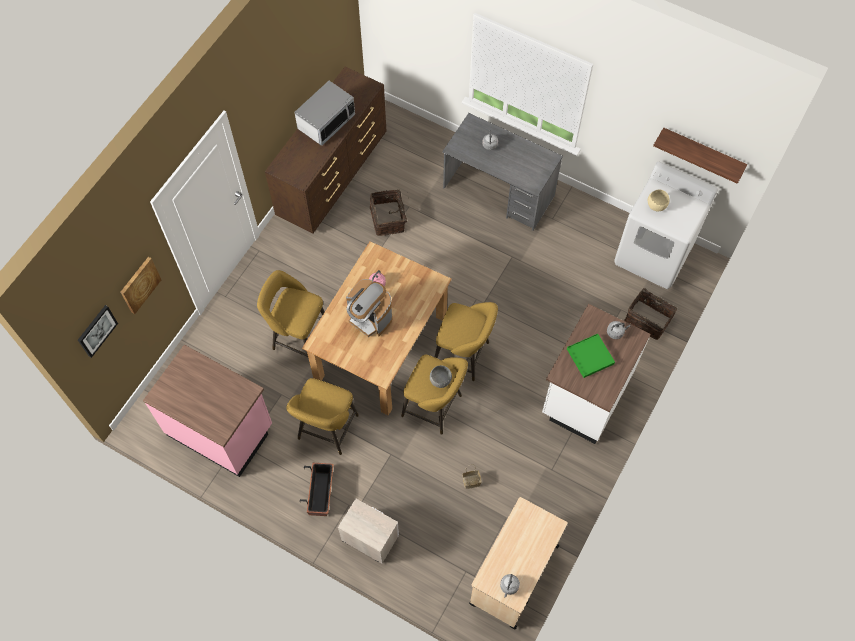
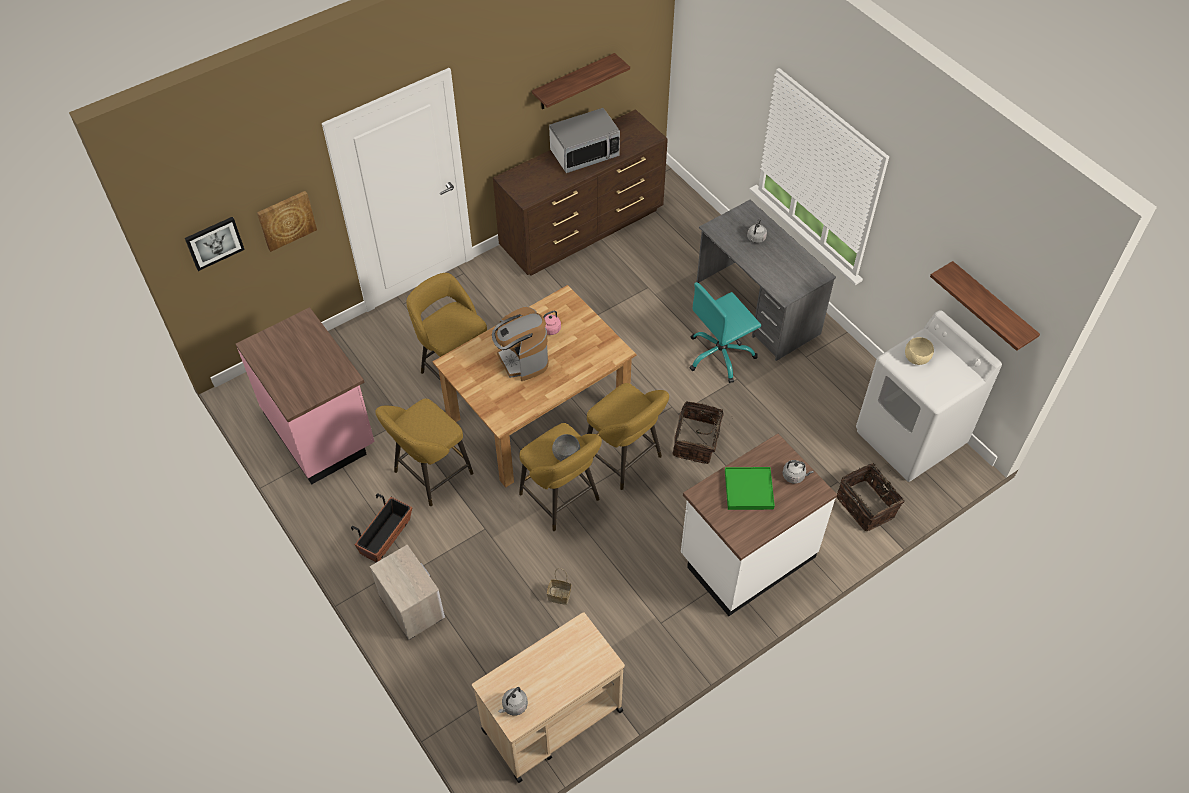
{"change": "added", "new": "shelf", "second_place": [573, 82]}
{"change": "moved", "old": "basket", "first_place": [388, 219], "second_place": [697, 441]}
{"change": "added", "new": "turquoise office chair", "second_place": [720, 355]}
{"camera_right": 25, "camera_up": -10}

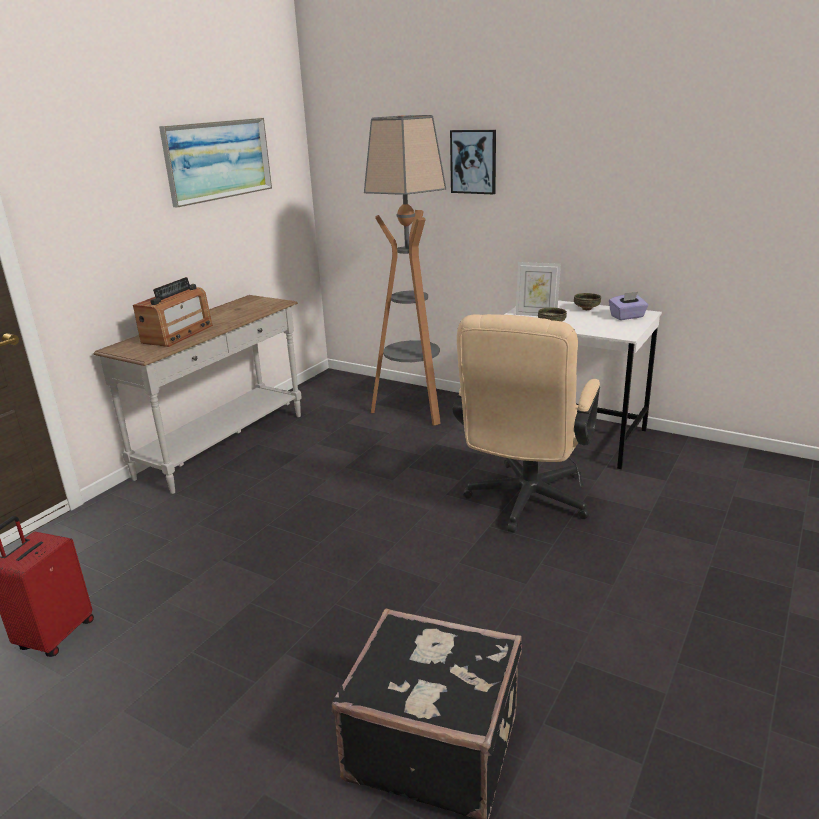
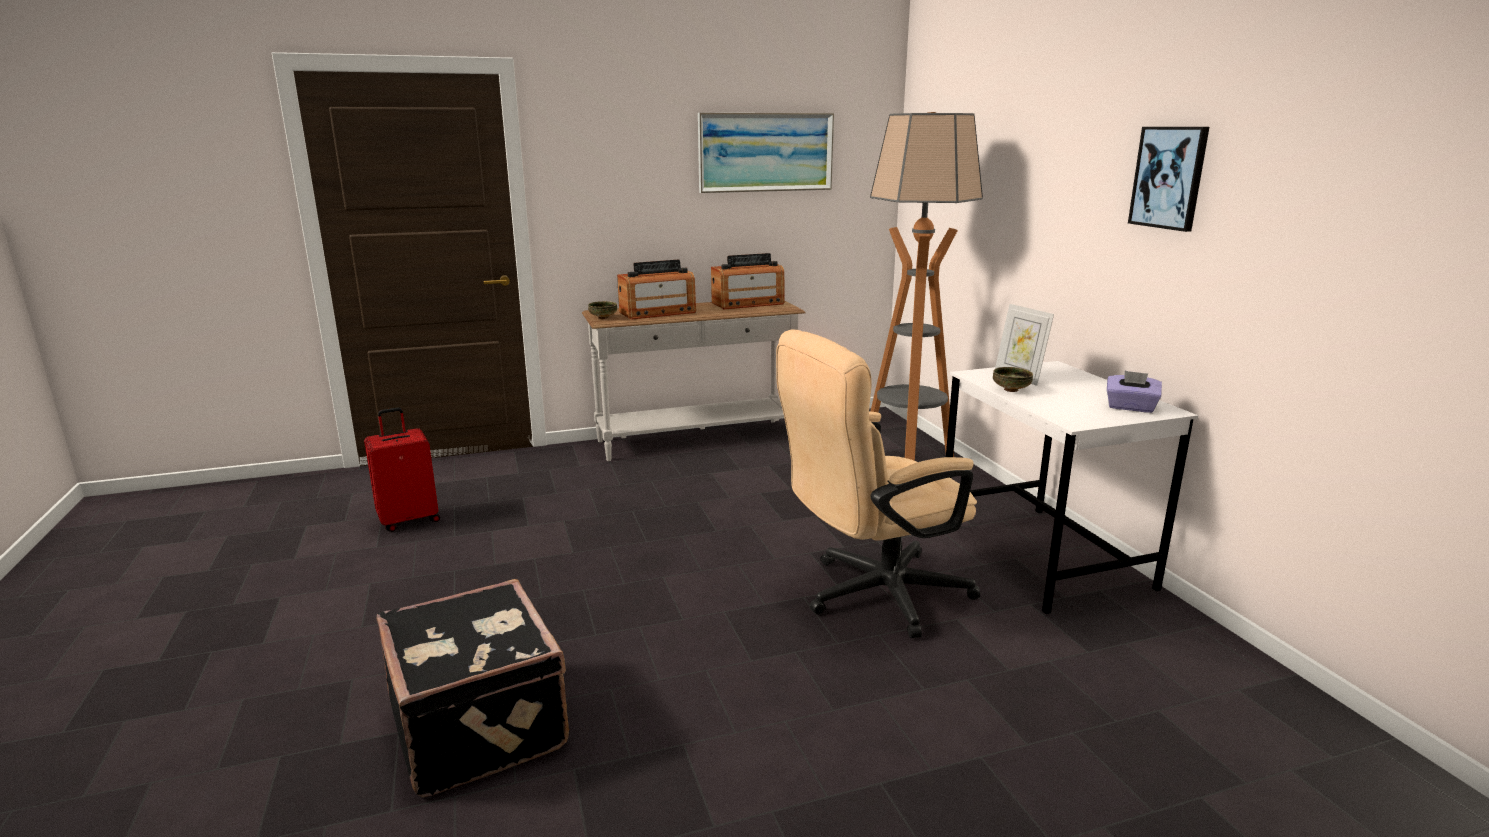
{"change": "moved", "old": "bowl", "first_place": [586, 309], "second_place": [602, 318]}
{"change": "added", "new": "radio", "second_place": [748, 303]}
{"change": "moved", "old": "picture", "first_place": [473, 161], "second_place": [1169, 177]}
{"camera_right": 40, "camera_up": -5}

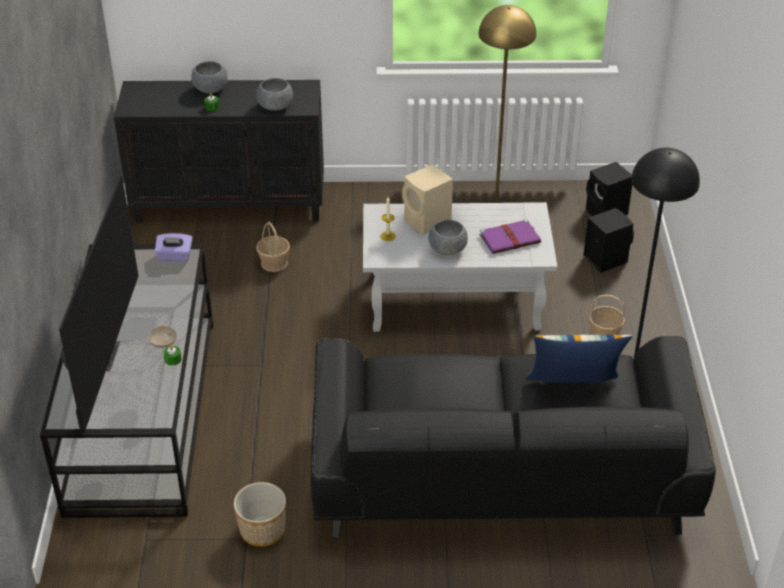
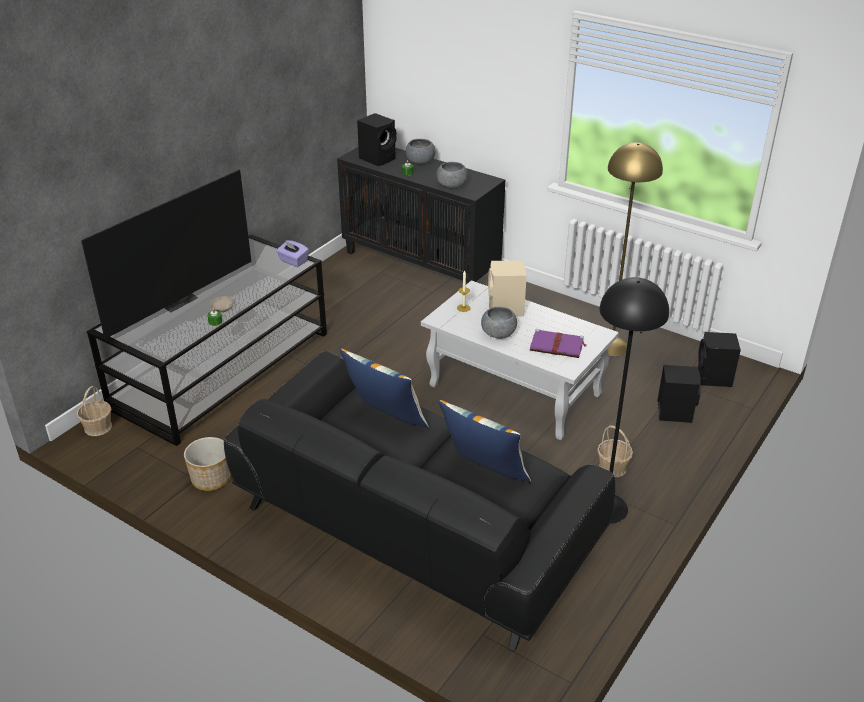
{"change": "moved", "old": "basket", "first_place": [274, 263], "second_place": [98, 427]}
{"change": "added", "new": "pillow", "second_place": [386, 419]}
{"change": "added", "new": "black speaker", "second_place": [378, 158]}
{"camera_right": 35, "camera_up": -5}

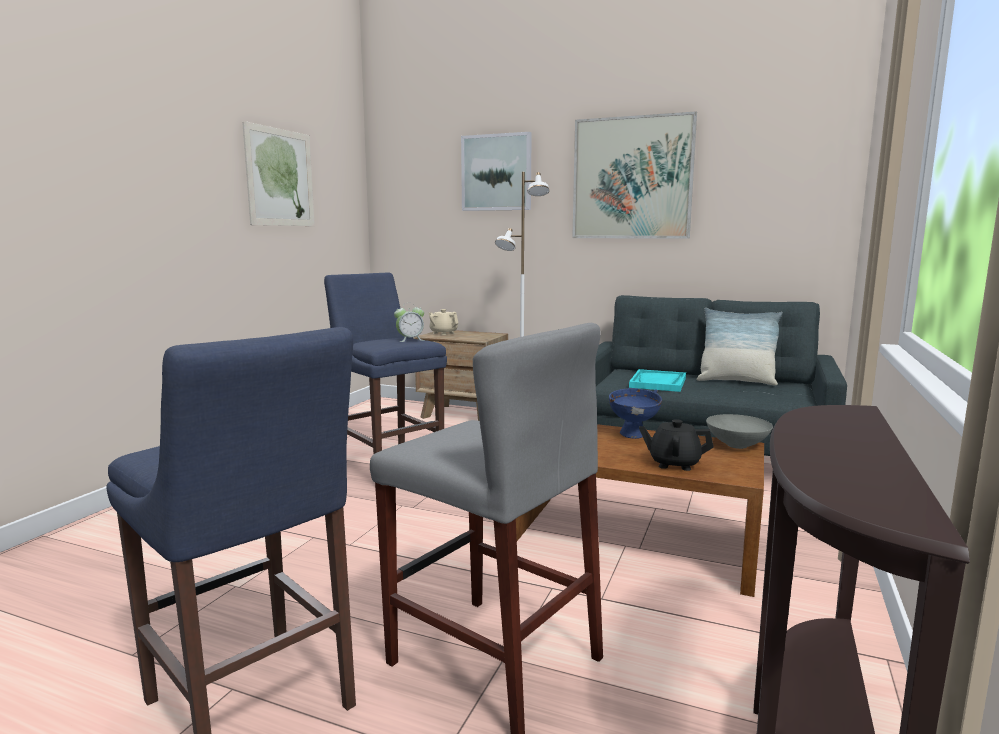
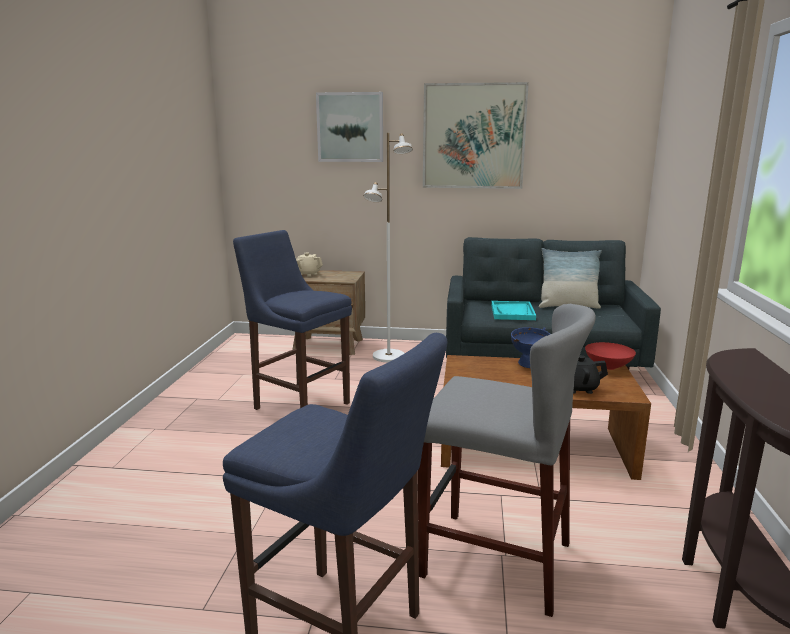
{"change": "recoloured", "old": "grey bowl", "new": "red bowl", "first_place": [736, 445], "second_place": [607, 366]}
{"change": "removed", "old": "picture", "first_place": [280, 177]}
{"change": "removed", "old": "alarm clock", "first_place": [410, 340]}
{"camera_right": -15, "camera_up": 5}

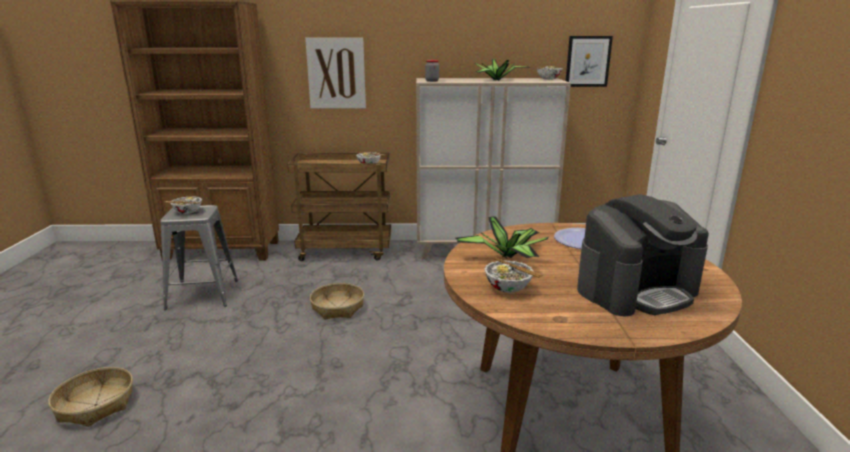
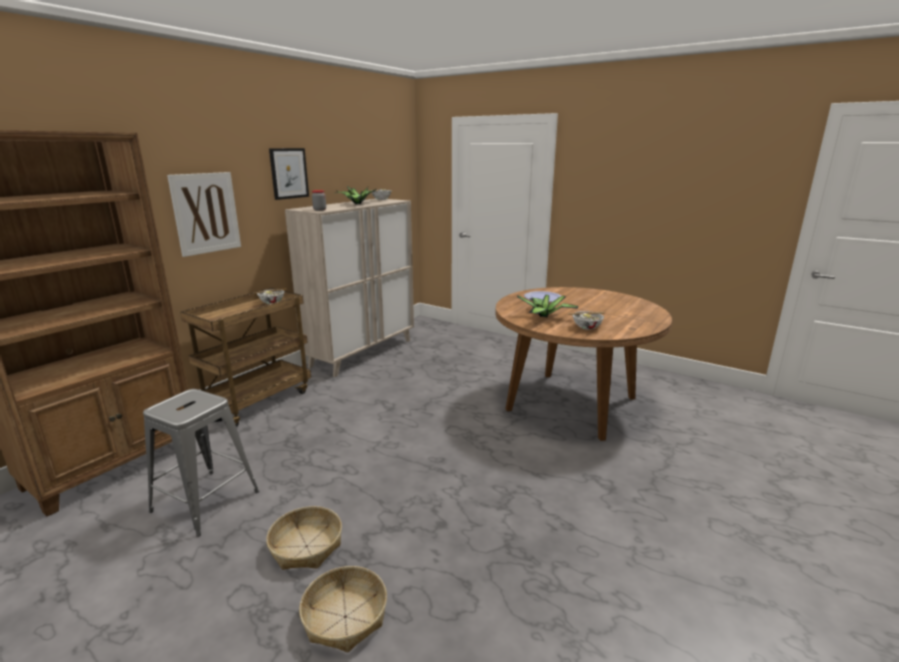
{"change": "moved", "old": "basket", "first_place": [338, 308], "second_place": [306, 546]}
{"change": "moved", "old": "picture", "first_place": [588, 61], "second_place": [289, 173]}
{"change": "removed", "old": "bowl", "first_place": [187, 212]}
{"change": "removed", "old": "coffee machine", "first_place": [636, 290]}
{"camera_right": -55, "camera_up": 0}

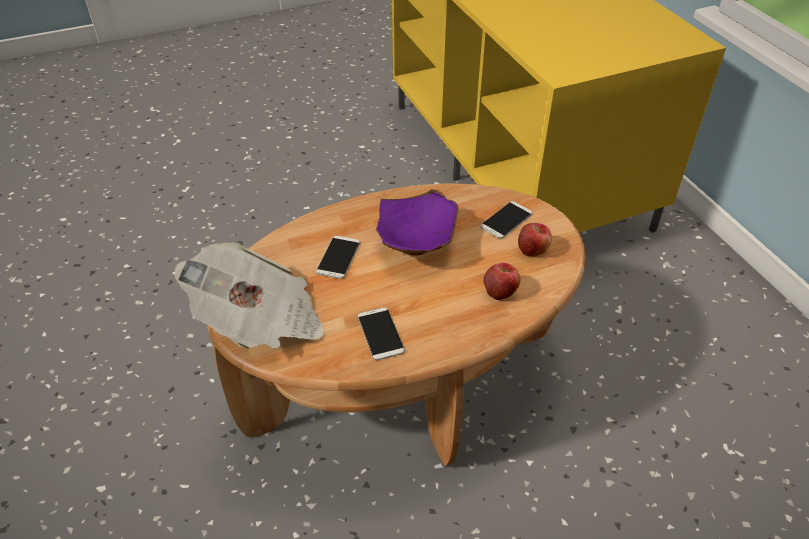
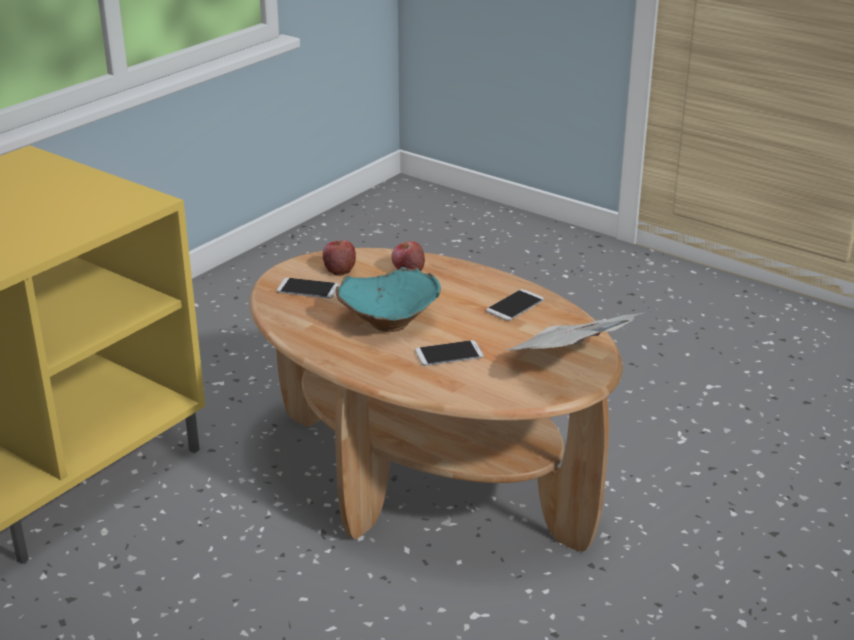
{"change": "recoloured", "old": "purple bowl", "new": "turquoise bowl", "first_place": [417, 245], "second_place": [388, 321]}
{"camera_right": -120, "camera_up": -15}

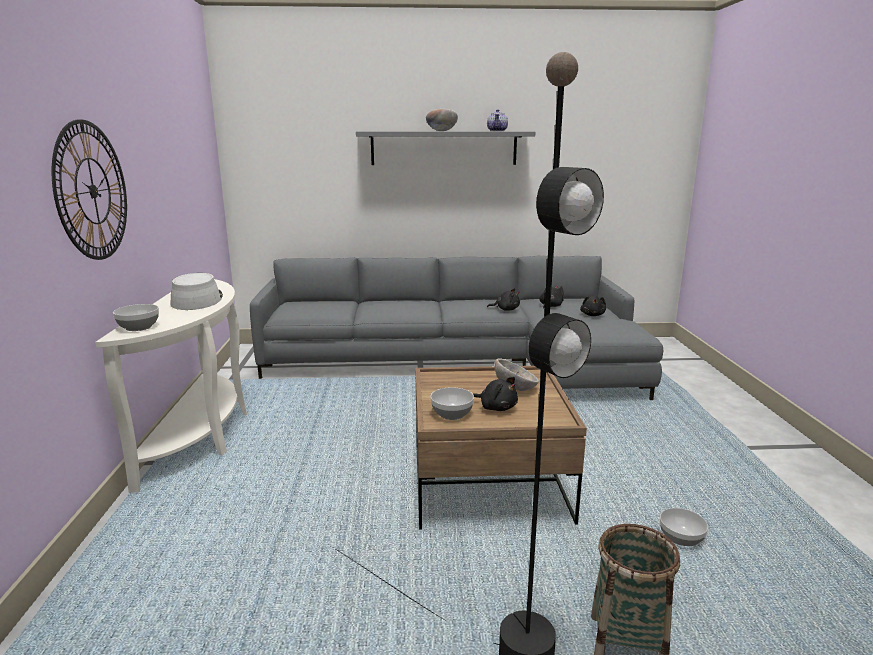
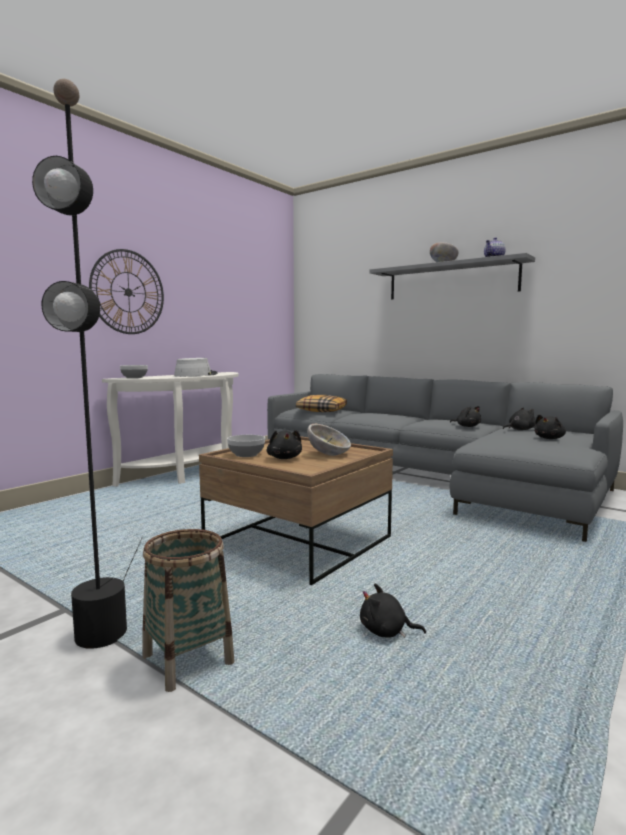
{"change": "added", "new": "pillow", "second_place": [321, 410]}
{"change": "replaced", "old": "bowl", "new": "black plush toy", "first_place": [681, 538], "second_place": [386, 632]}
{"camera_right": 40, "camera_up": -10}

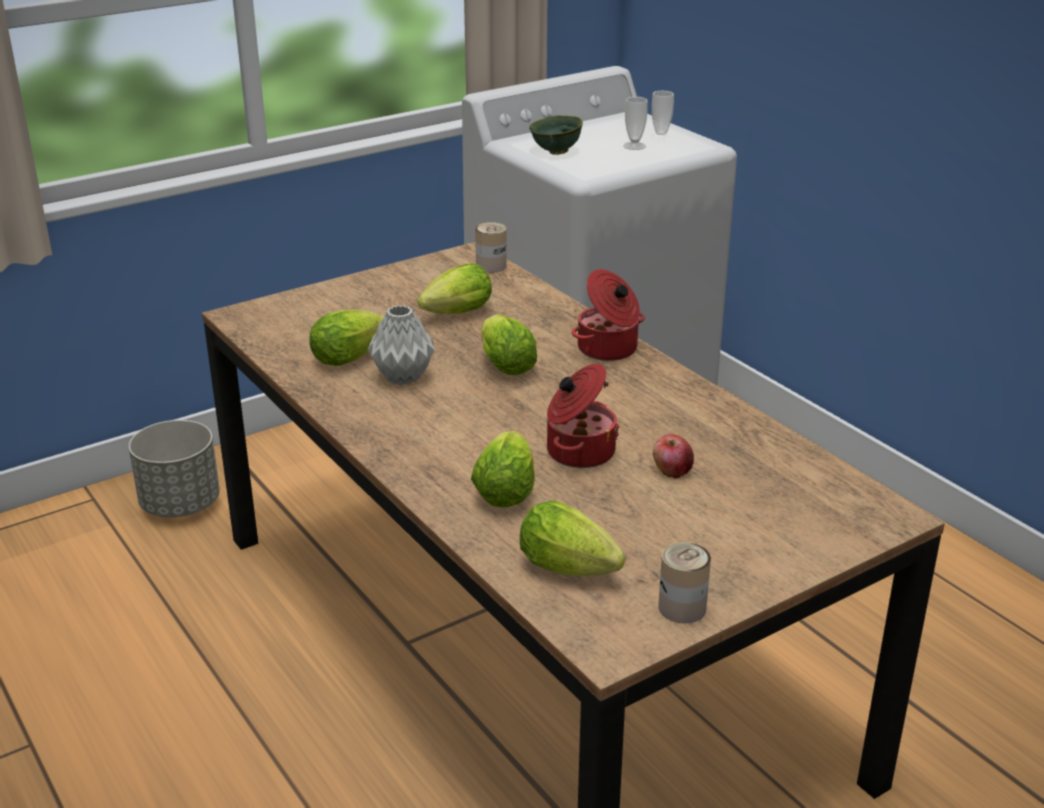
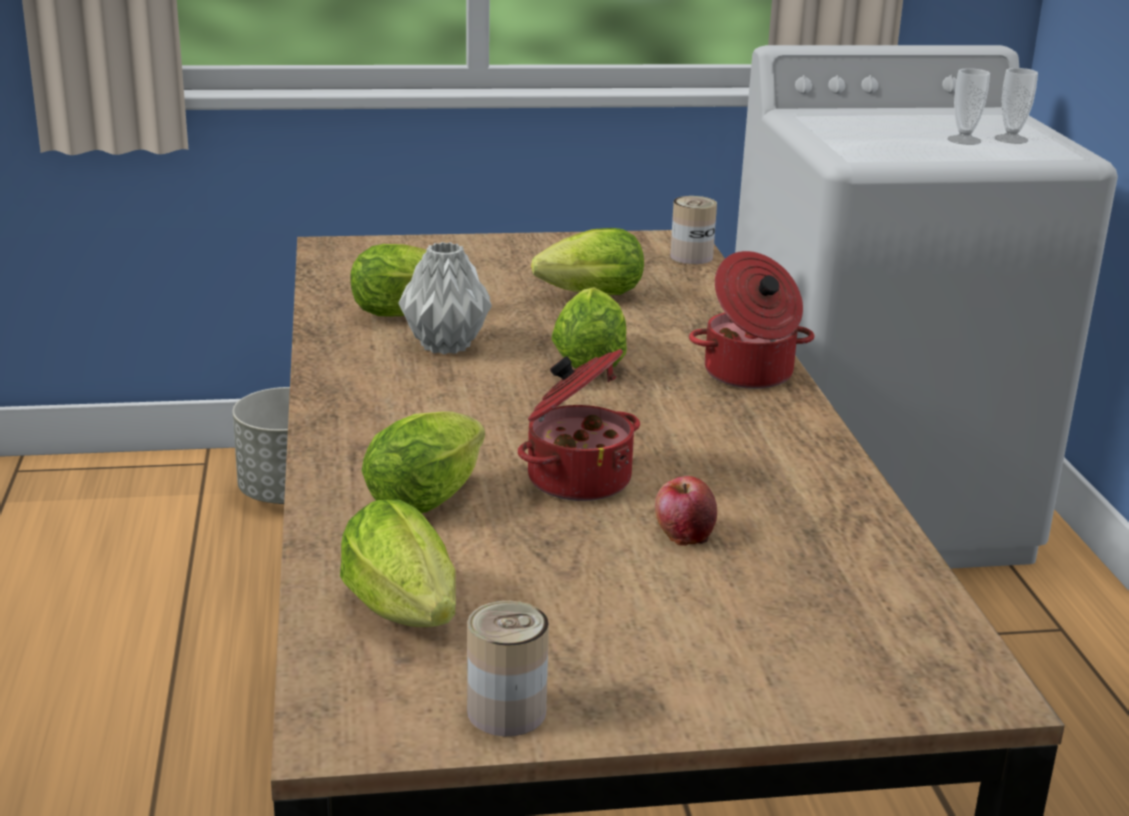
{"change": "removed", "old": "green bowl", "first_place": [557, 152]}
{"camera_right": 25, "camera_up": -5}

